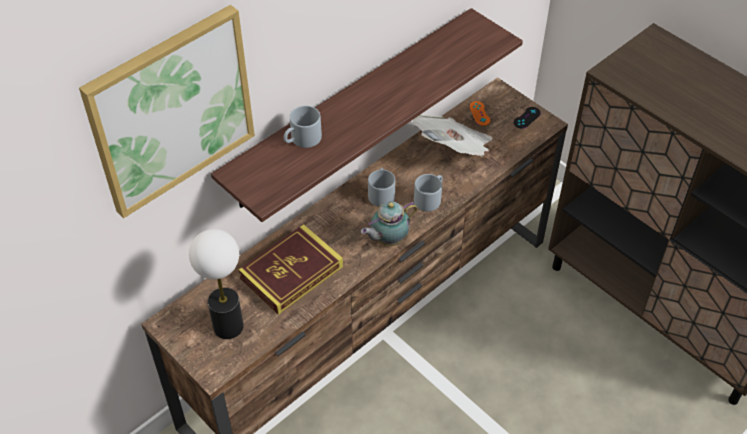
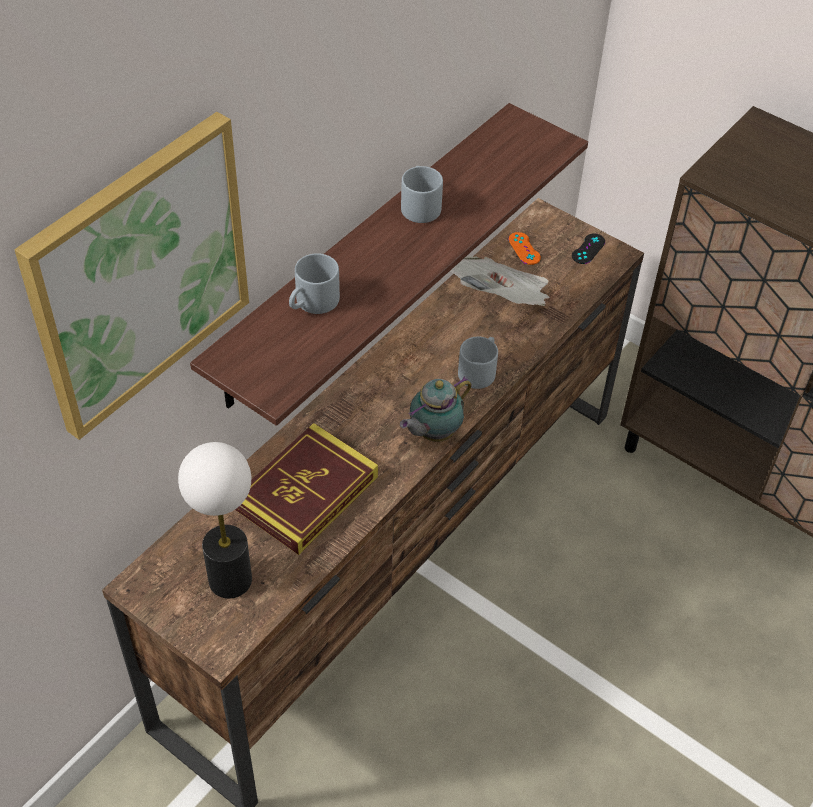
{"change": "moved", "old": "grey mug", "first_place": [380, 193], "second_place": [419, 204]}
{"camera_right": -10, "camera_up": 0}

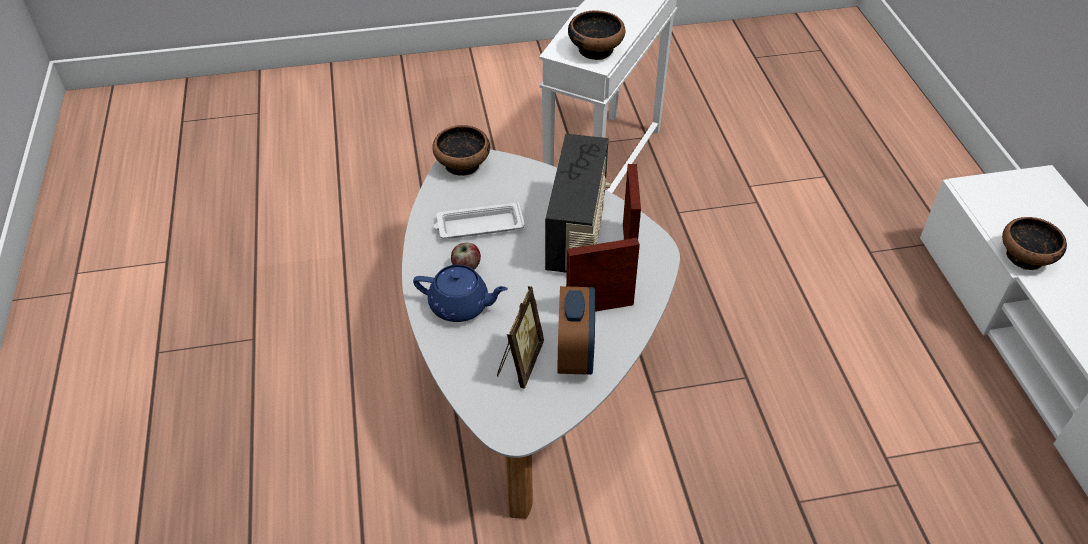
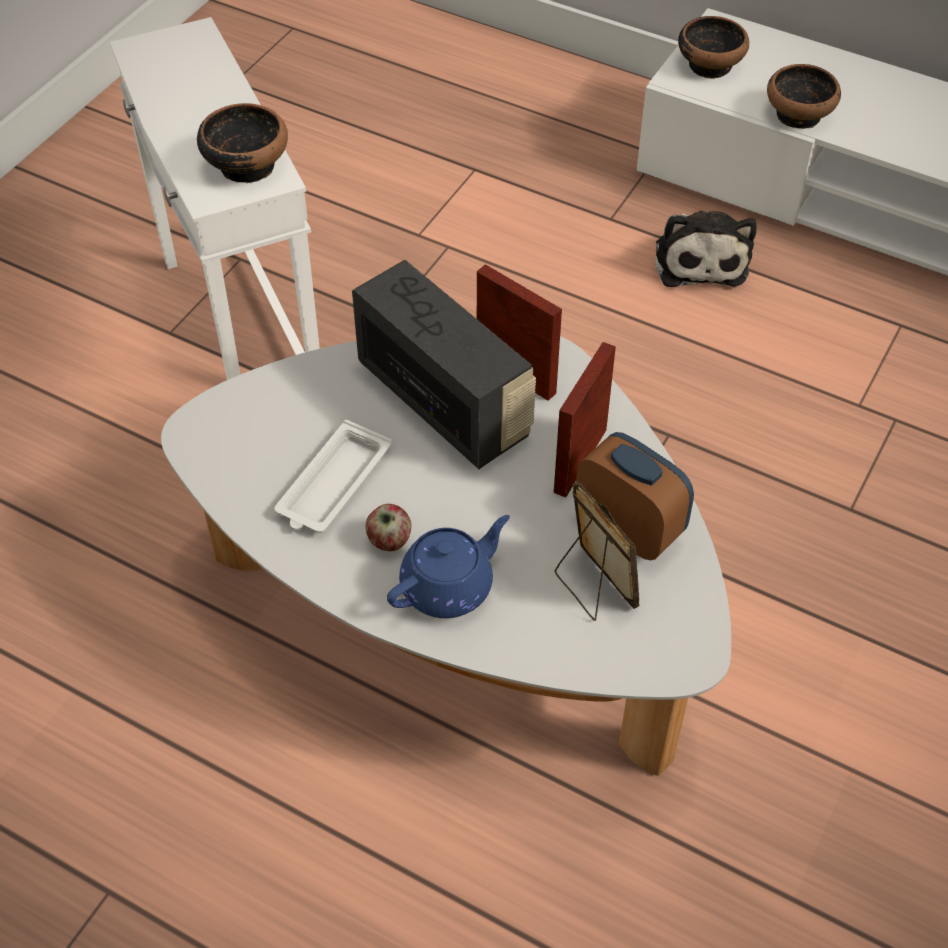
{"change": "added", "new": "plush toy", "second_place": [700, 259]}
{"change": "moved", "old": "bowl", "first_place": [463, 164], "second_place": [710, 65]}
{"camera_right": -50, "camera_up": 5}

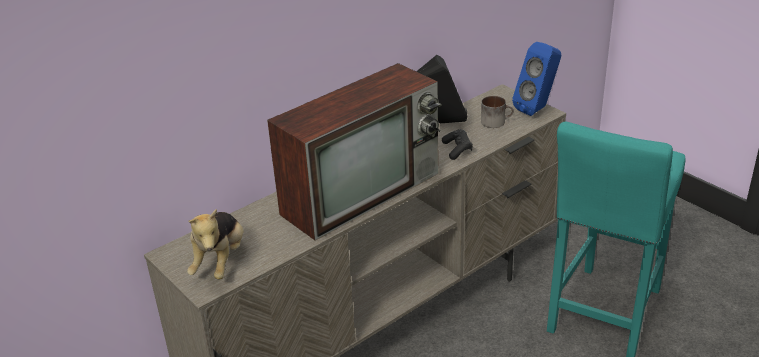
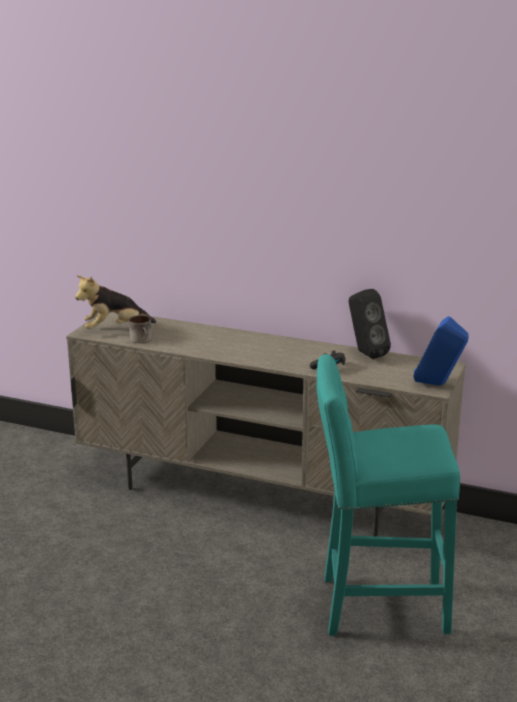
{"change": "moved", "old": "mug", "first_place": [496, 121], "second_place": [142, 340]}
{"change": "removed", "old": "television", "first_place": [362, 192]}
{"camera_right": 60, "camera_up": -10}

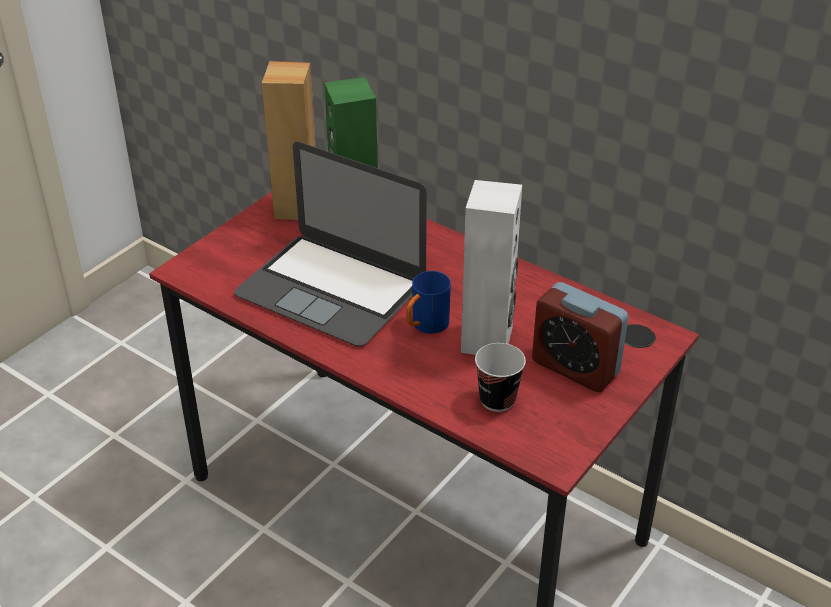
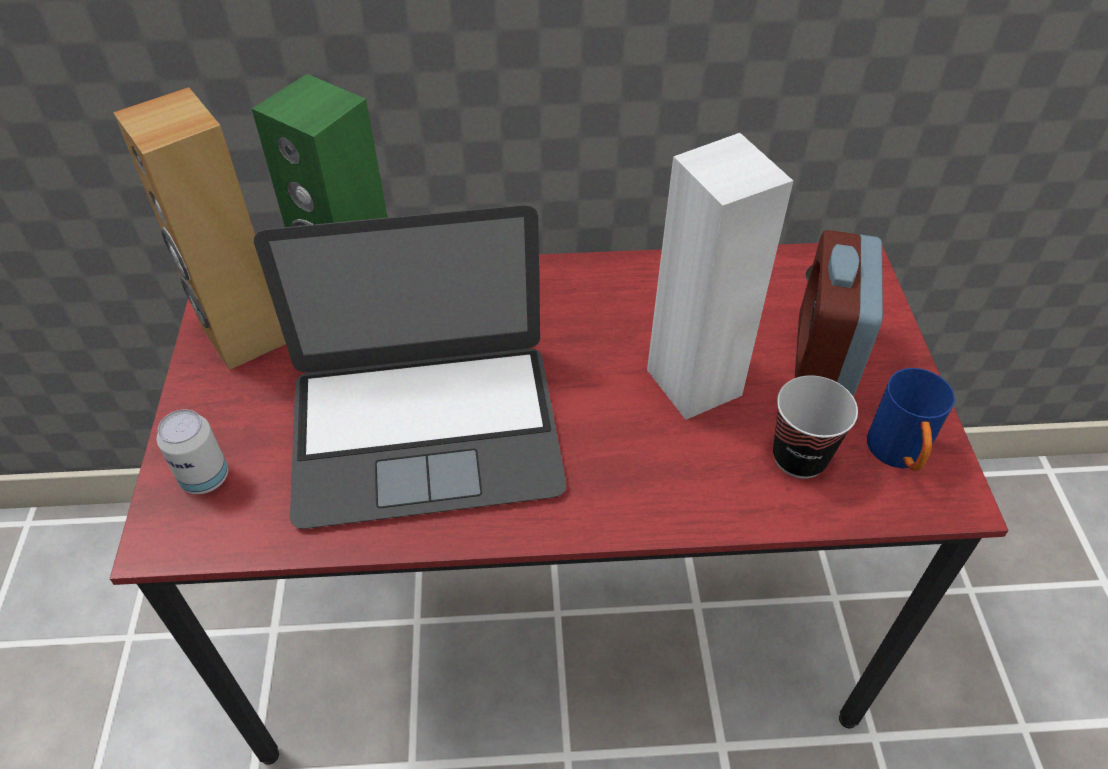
{"change": "added", "new": "can", "second_place": [205, 478]}
{"change": "turned", "old": "alarm clock", "first_place": [575, 367], "second_place": [823, 357], "degrees": 105}
{"change": "moved", "old": "blue mug", "first_place": [425, 326], "second_place": [899, 456]}
{"camera_right": -40, "camera_up": 10}

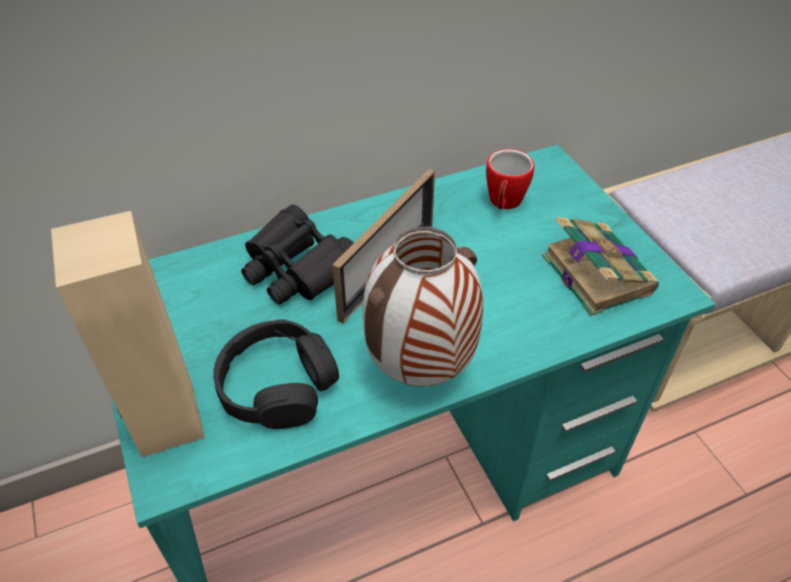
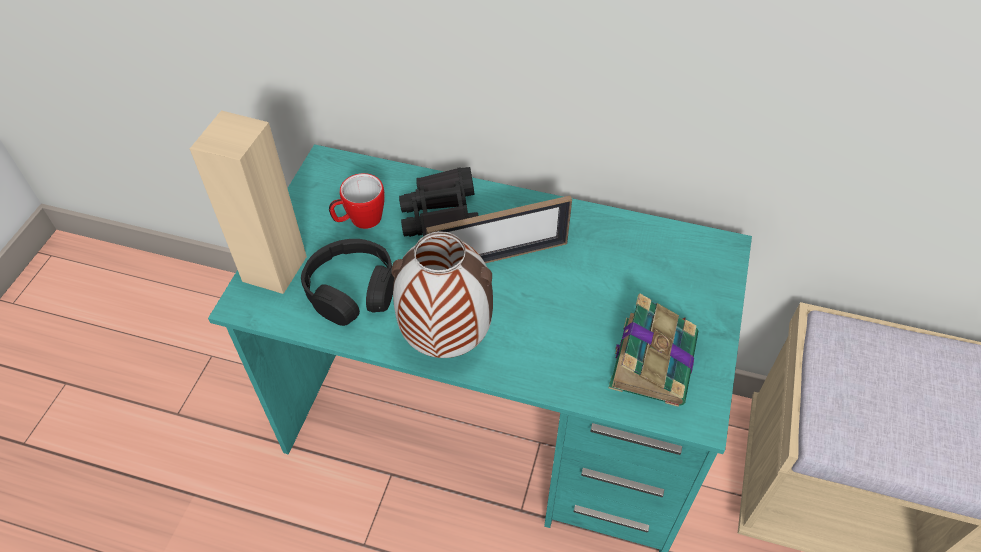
{"change": "moved", "old": "mug", "first_place": [504, 203], "second_place": [360, 220]}
{"camera_right": 40, "camera_up": 5}

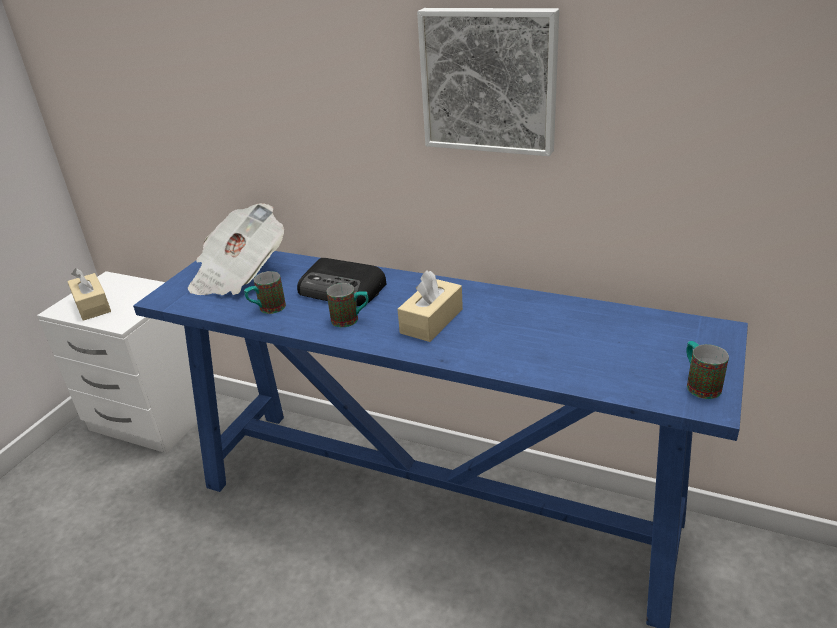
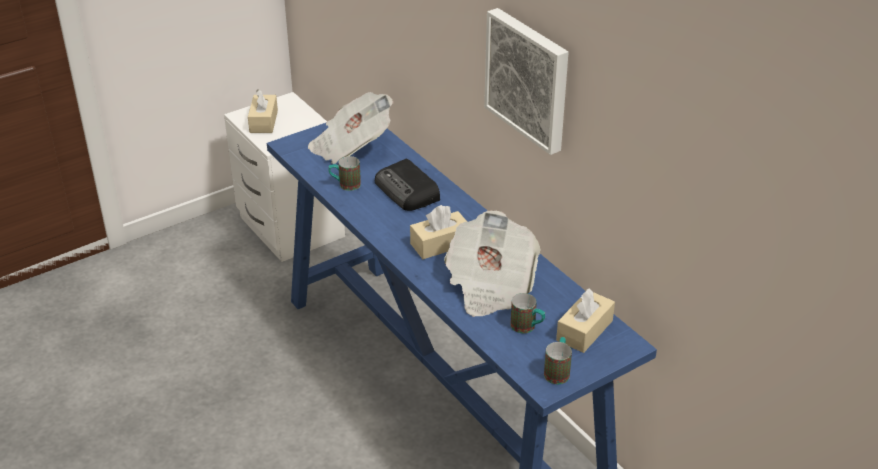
{"change": "added", "new": "newspaper", "second_place": [490, 285]}
{"change": "moved", "old": "mug", "first_place": [351, 320], "second_place": [527, 327]}
{"change": "added", "new": "beige tissue box", "second_place": [584, 330]}
{"camera_right": 30, "camera_up": 5}

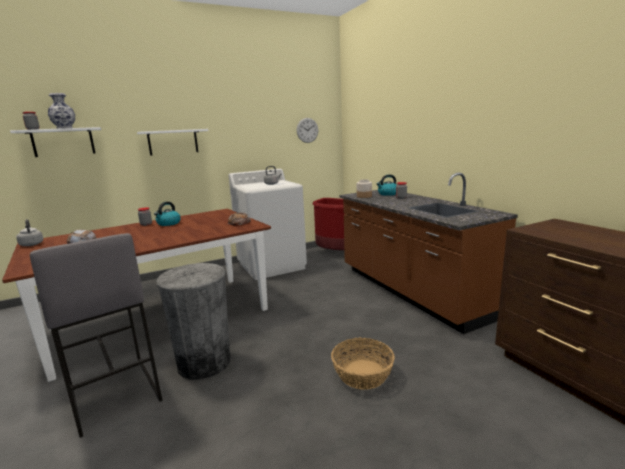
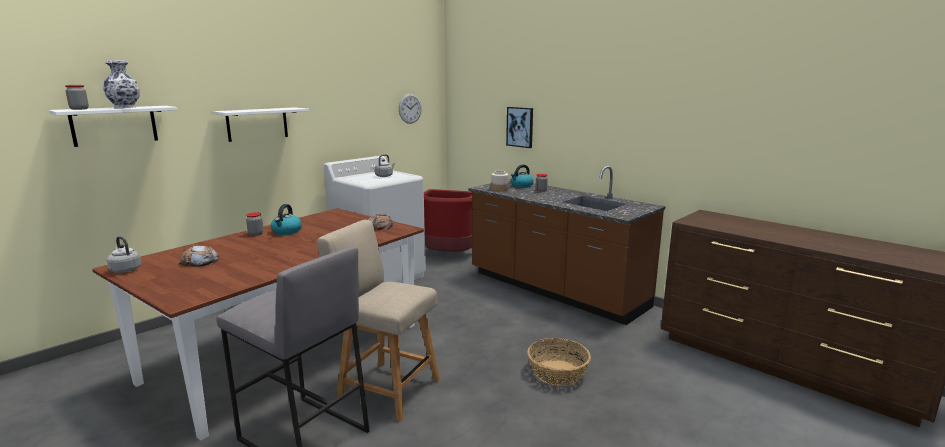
{"change": "replaced", "old": "grey trash can", "new": "beige chair", "first_place": [204, 362], "second_place": [385, 388]}
{"change": "added", "new": "picture", "second_place": [520, 127]}
{"camera_right": -20, "camera_up": 0}

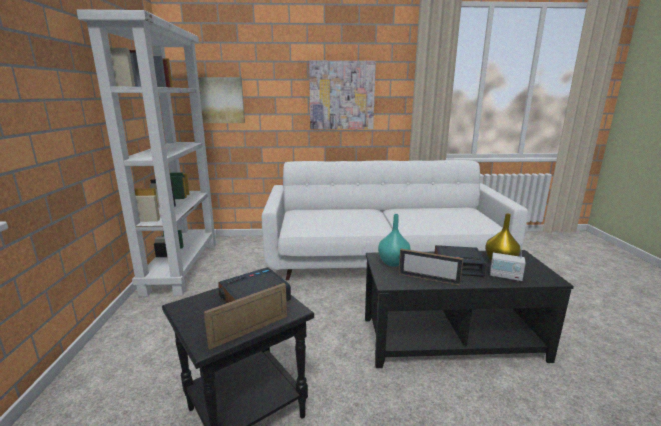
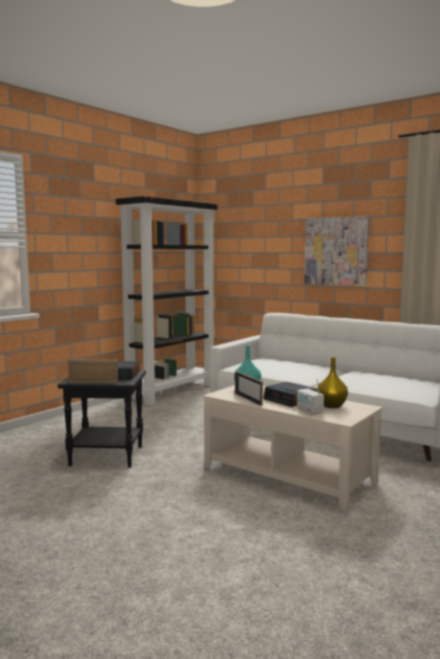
{"change": "recoloured", "old": "white bookcase", "new": "black bookcase", "first_place": [182, 266], "second_place": [171, 391]}
{"change": "recoloured", "old": "black coffee table", "new": "beige coffee table", "first_place": [451, 338], "second_place": [288, 475]}
{"change": "removed", "old": "picture", "first_place": [221, 100]}
{"camera_right": 40, "camera_up": -10}

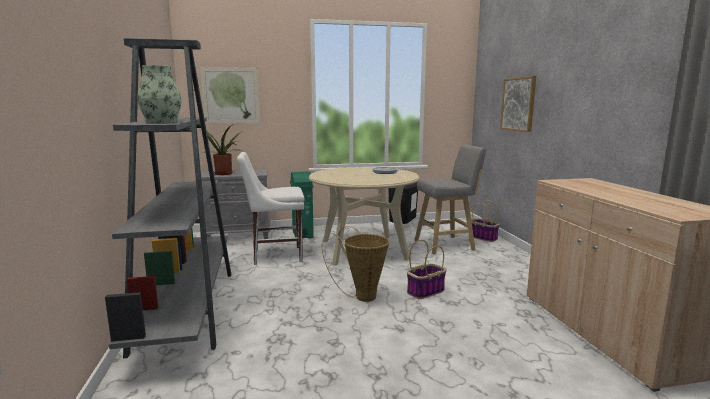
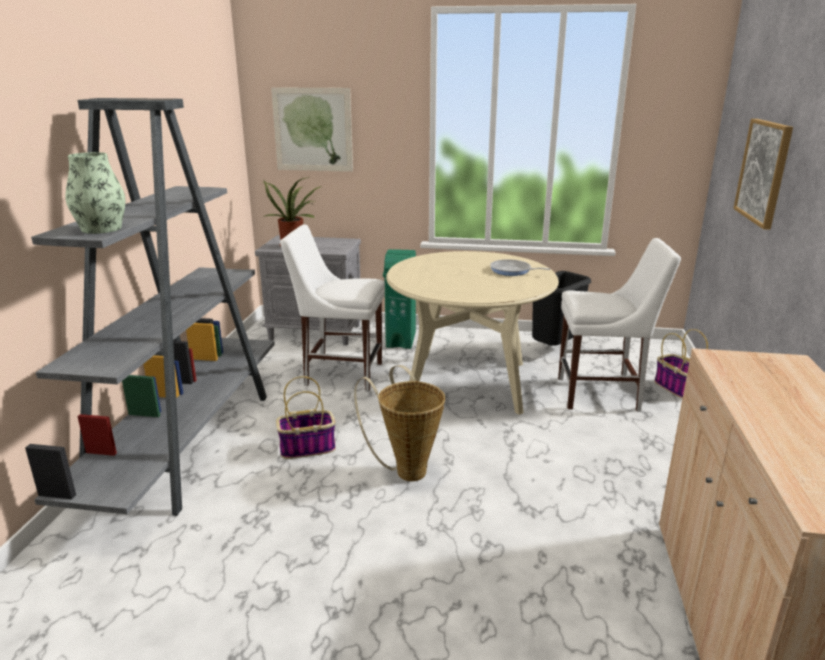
{"change": "moved", "old": "basket", "first_place": [426, 291], "second_place": [308, 448]}
{"change": "replaced", "old": "grey stool", "new": "white chair", "first_place": [446, 245], "second_place": [602, 394]}
{"camera_right": 20, "camera_up": 10}

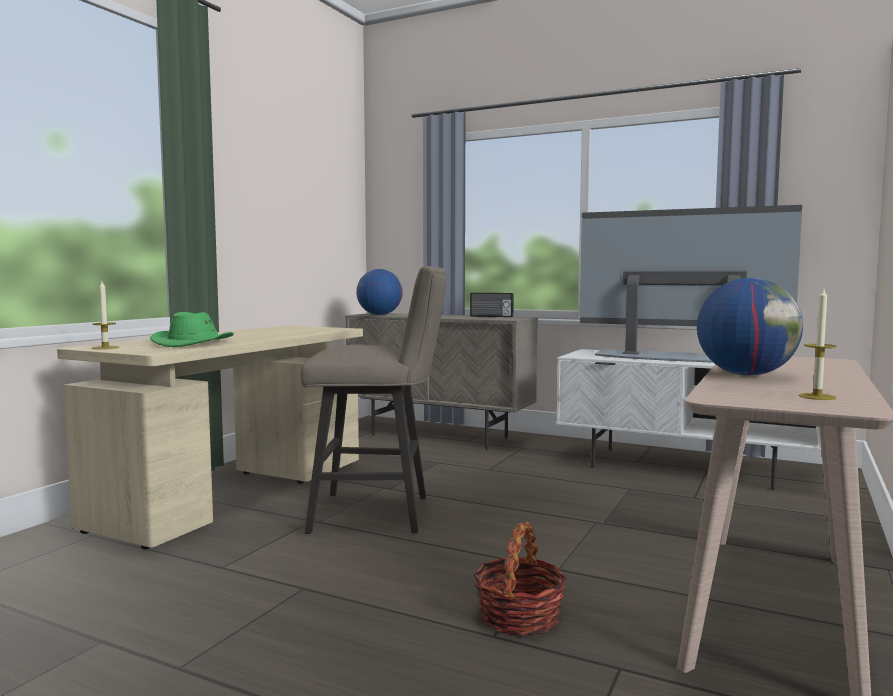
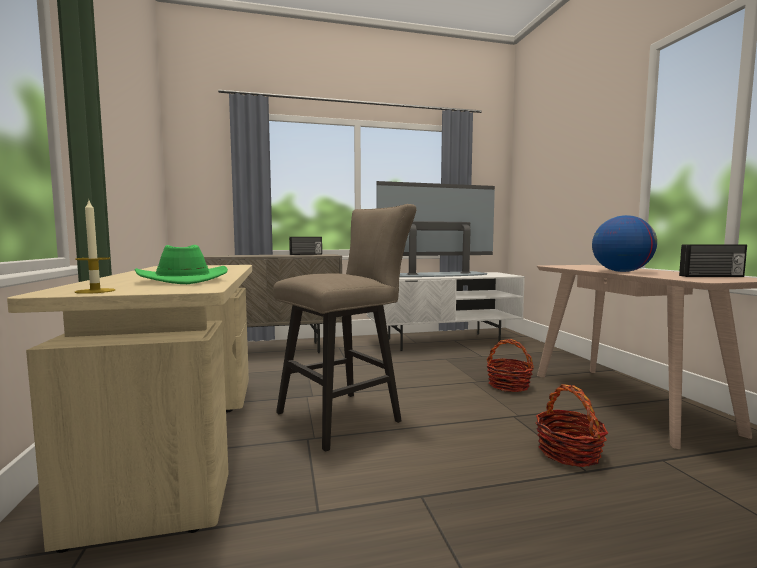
{"change": "added", "new": "basket", "second_place": [509, 385]}
{"change": "replaced", "old": "candle", "new": "radio", "first_place": [817, 397], "second_place": [712, 276]}
{"change": "removed", "old": "globe", "first_place": [379, 315]}
{"camera_right": -40, "camera_up": 0}

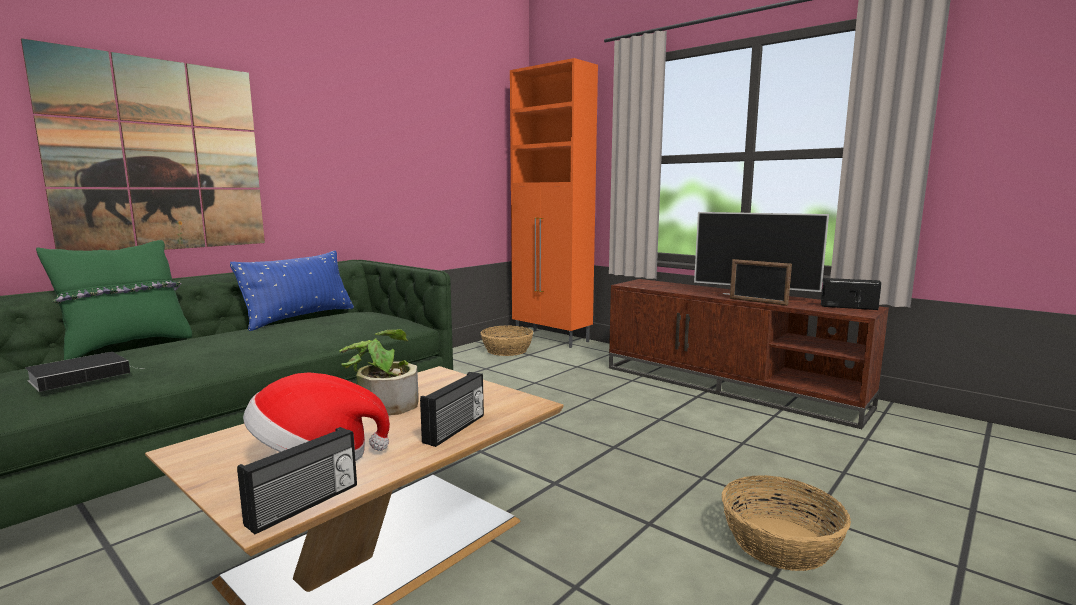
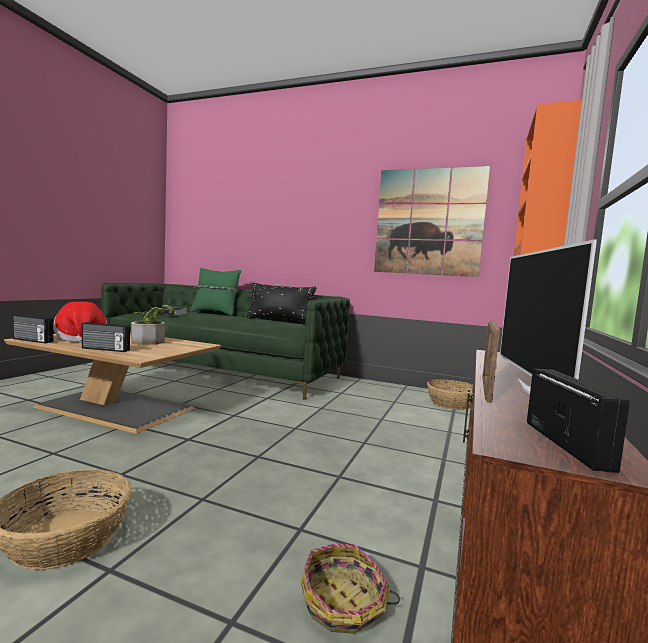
{"change": "recoloured", "old": "blue pillow", "new": "black pillow", "first_place": [300, 318], "second_place": [280, 320]}
{"change": "added", "new": "basket", "second_place": [343, 604]}
{"change": "moved", "old": "picture", "first_place": [160, 156], "second_place": [428, 222]}
{"camera_right": 70, "camera_up": -5}

